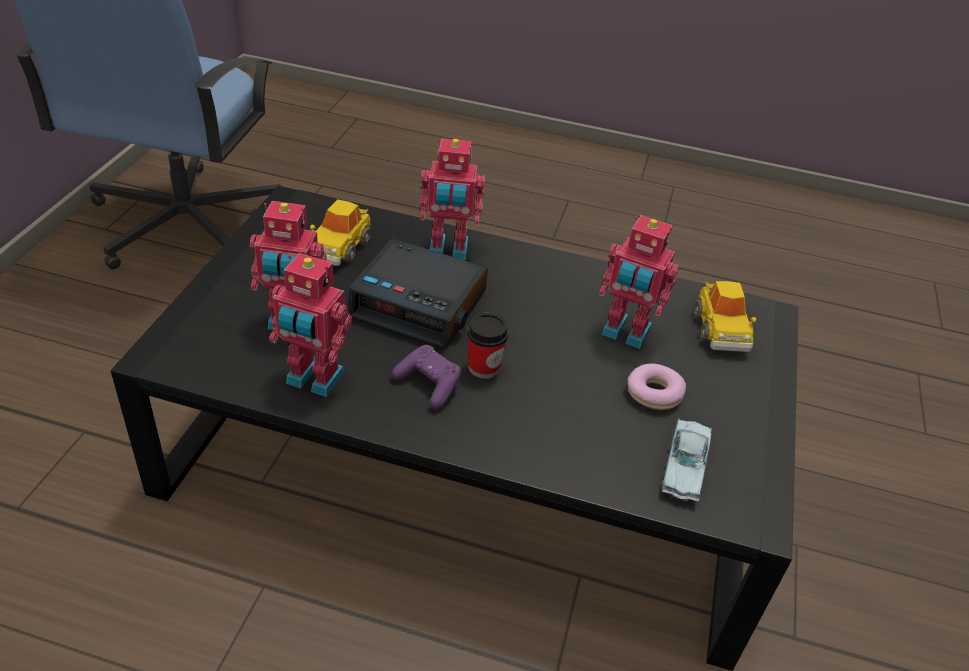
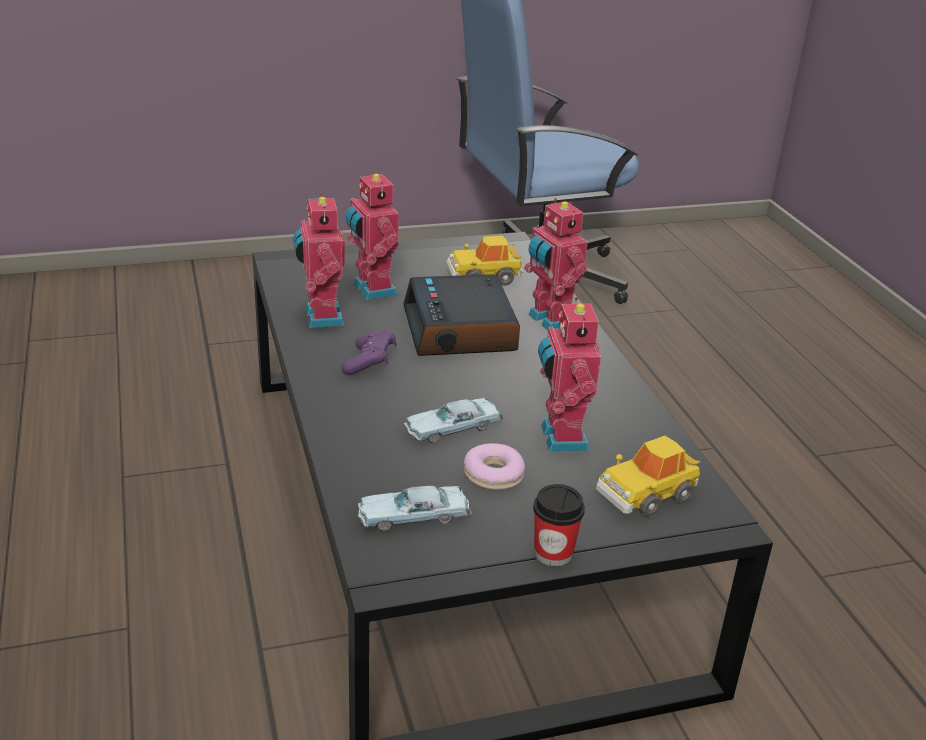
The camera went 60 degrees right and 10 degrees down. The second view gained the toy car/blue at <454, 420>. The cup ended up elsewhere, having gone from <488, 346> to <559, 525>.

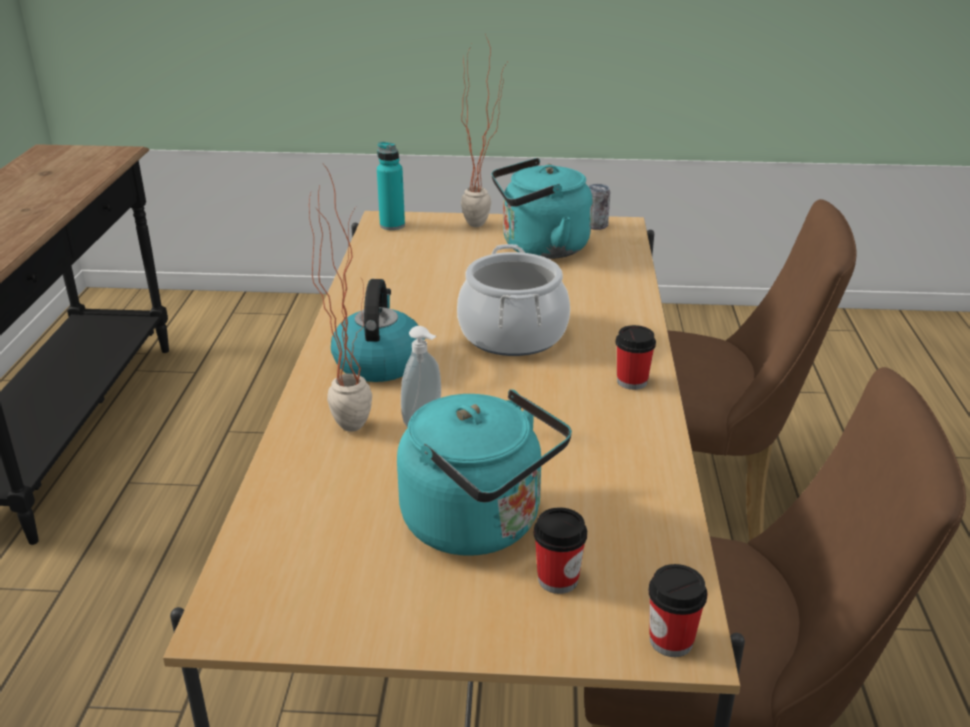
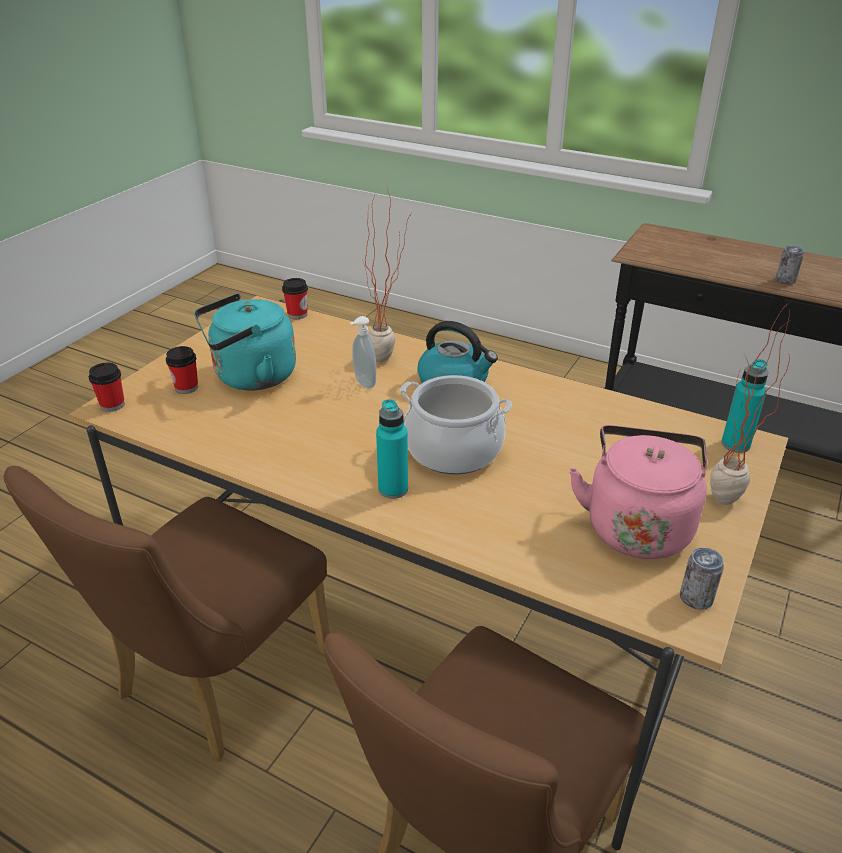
The camera went 115 degrees right and 5 degrees up. The second view gained the bottle/turquoise at <392, 449>. The second view gained the can at <789, 265>. The cup ended up elsewhere, having gone from <636, 357> to <295, 298>. What was the kettle/turquoise at <541, 208> turned into the kettle/pink at <638, 492>.

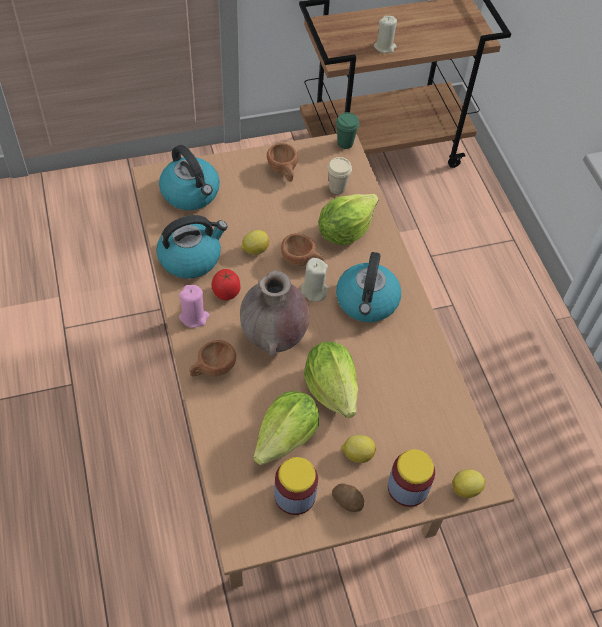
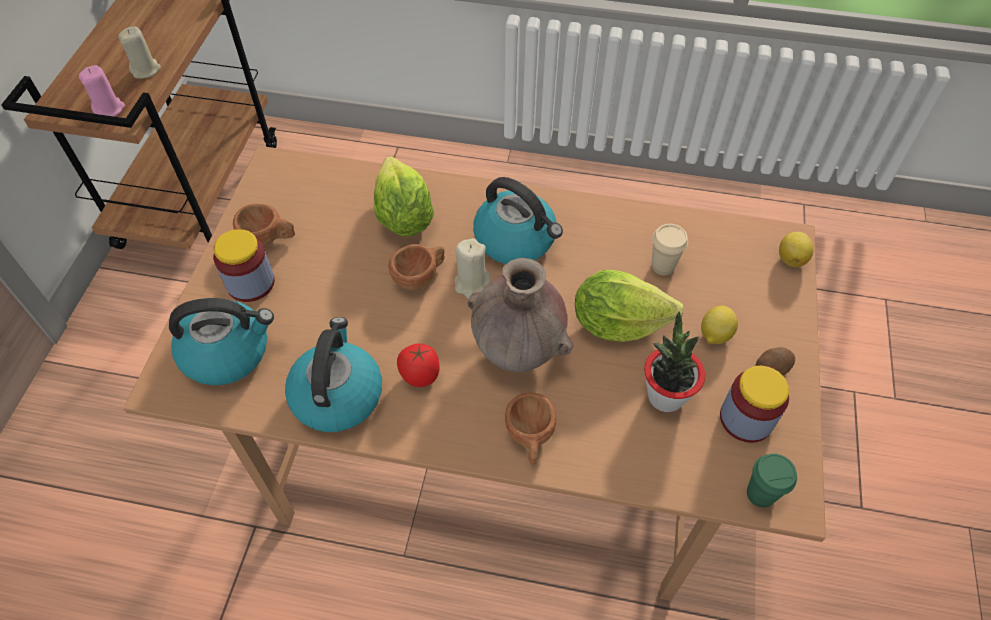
The camera went 60 degrees left and 0 degrees up. The second view lost the lemon at <255, 242>. The candle/pink ended up elsewhere, having gone from <194, 306> to <102, 91>. The cup/beige ended up elsewhere, having gone from <339, 175> to <669, 249>. The cup/green ended up elsewhere, having gone from <347, 130> to <772, 480>. The jar ended up elsewhere, having gone from <411, 478> to <244, 265>. Where the lettuce stood at <286, 428>, the potted plant came to stand at <674, 362>.

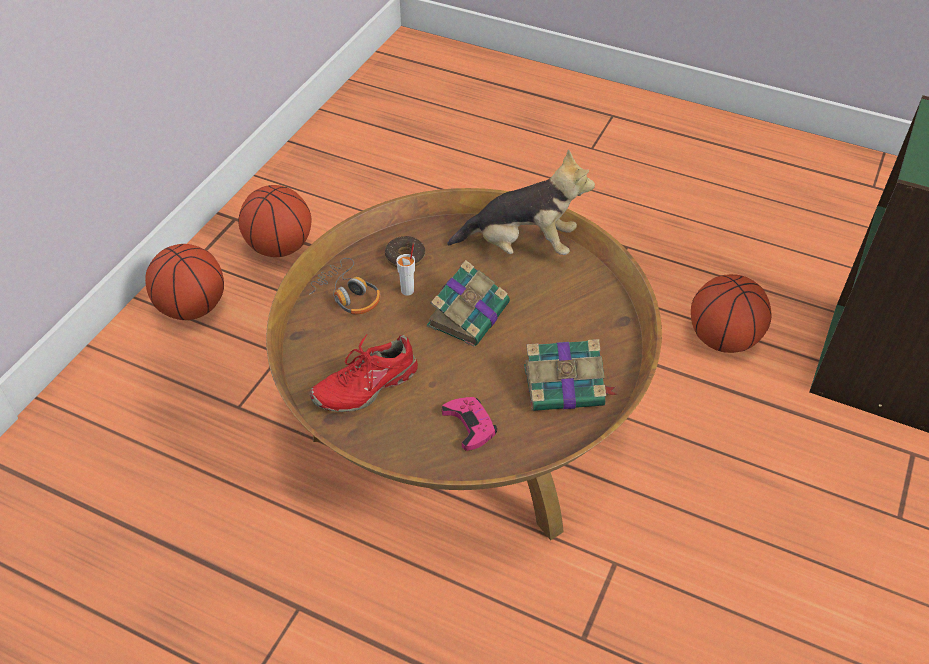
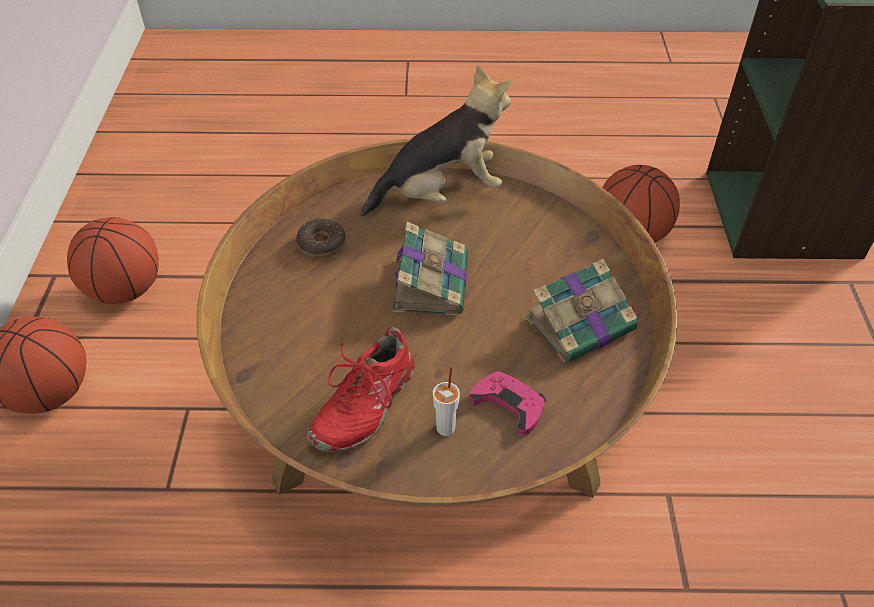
The camera went 25 degrees left and 0 degrees up. The second view lost the headphones at <345, 286>. The cup/white ended up elsewhere, having gone from <405, 270> to <446, 401>.

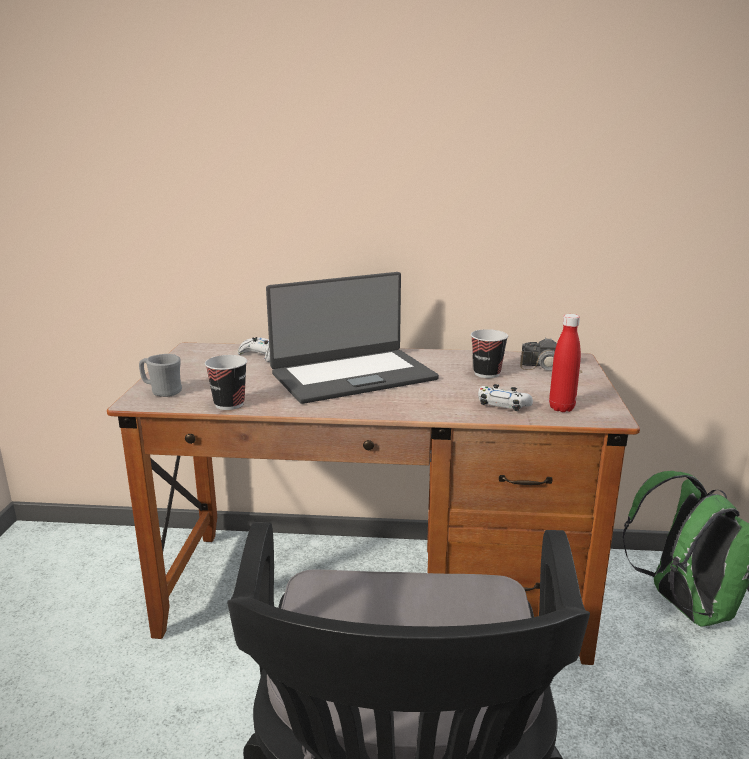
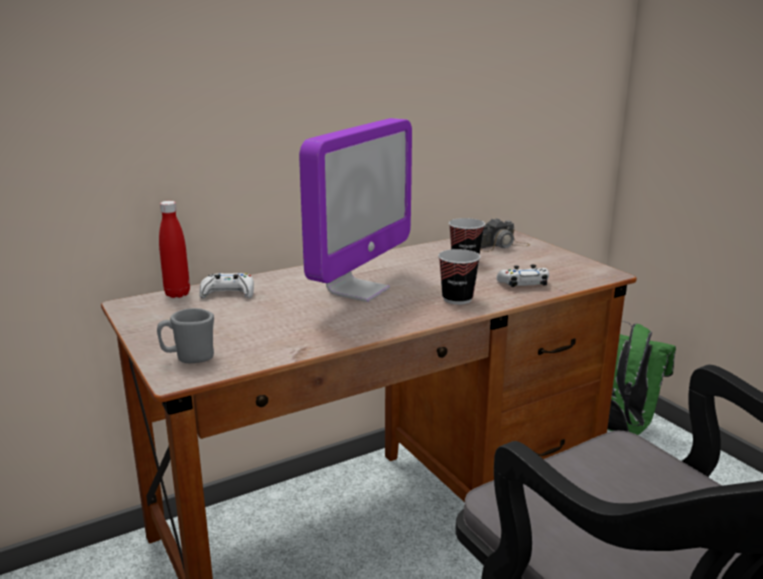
The camera went 35 degrees left and 0 degrees up. The cup ended up elsewhere, having gone from <226, 382> to <459, 277>. The bottle/red ended up elsewhere, having gone from <565, 363> to <174, 249>. Where the laptop stood at <352, 338>, the monitor came to stand at <355, 210>.

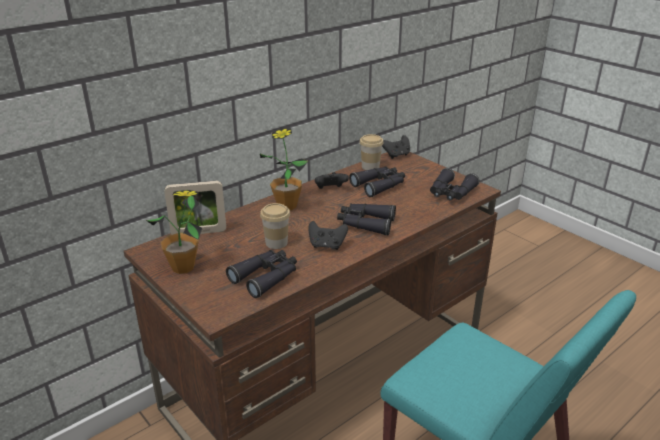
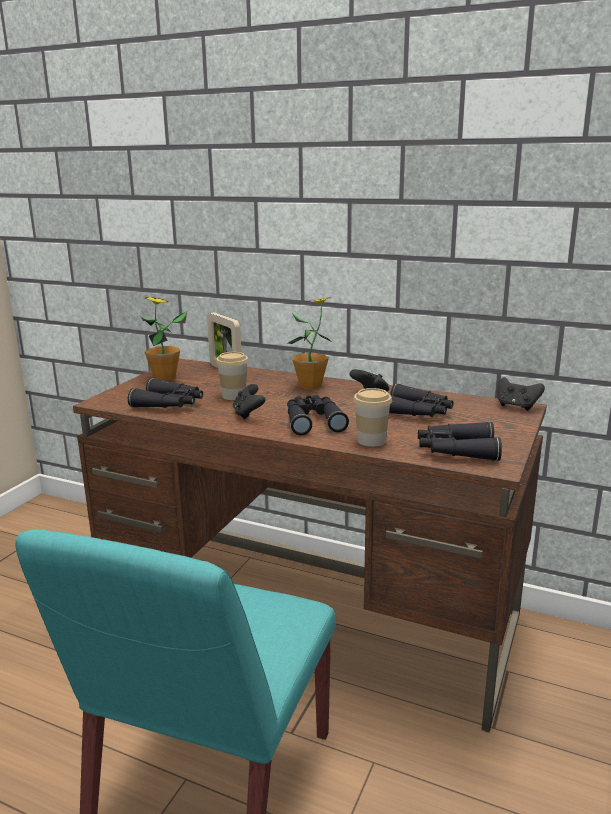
The camera went 65 degrees right and 10 degrees down. The cup ended up elsewhere, having gone from <371, 152> to <372, 417>.

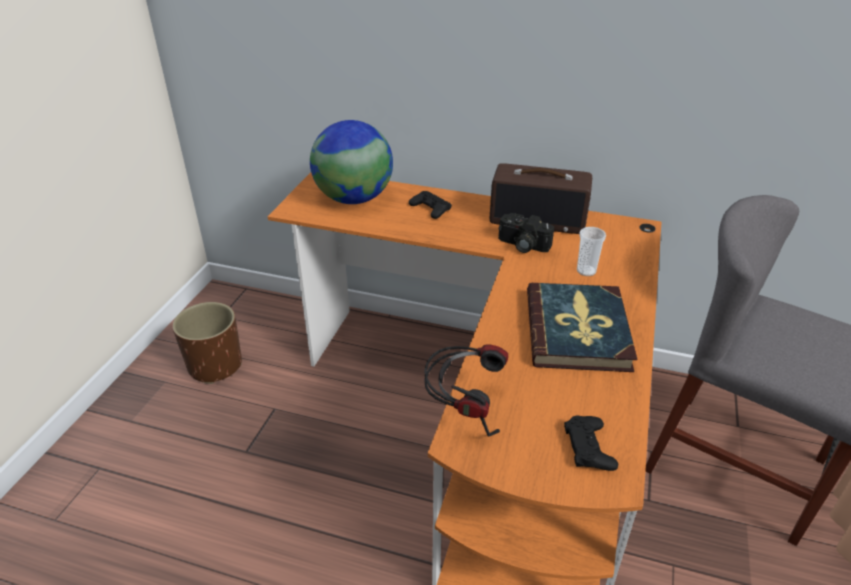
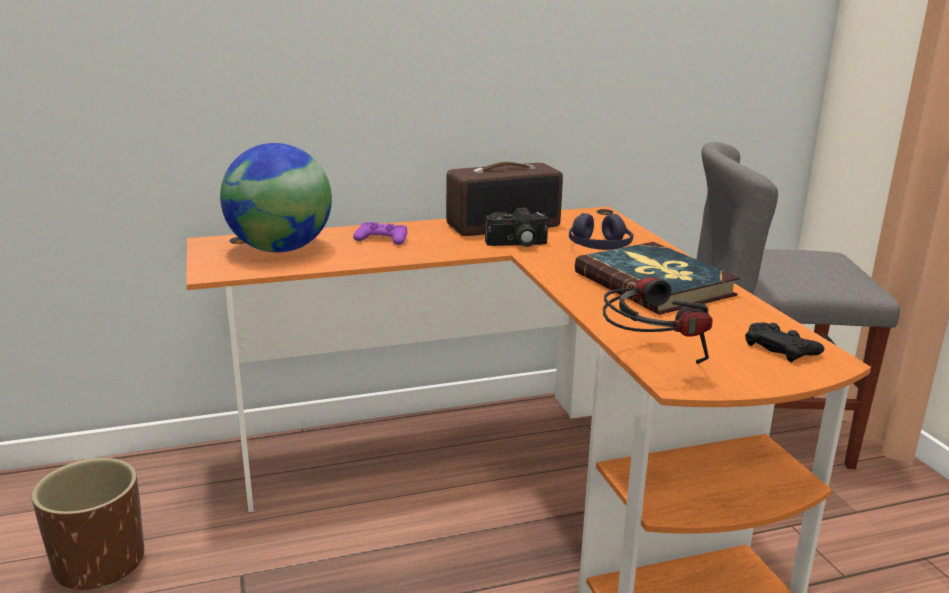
The camera went 35 degrees left and 15 degrees down. Where the cup stood at <591, 251>, the headphones/purple came to stand at <601, 231>. What was the game controller/black at <430, 205> turned into the game controller/purple at <380, 233>.

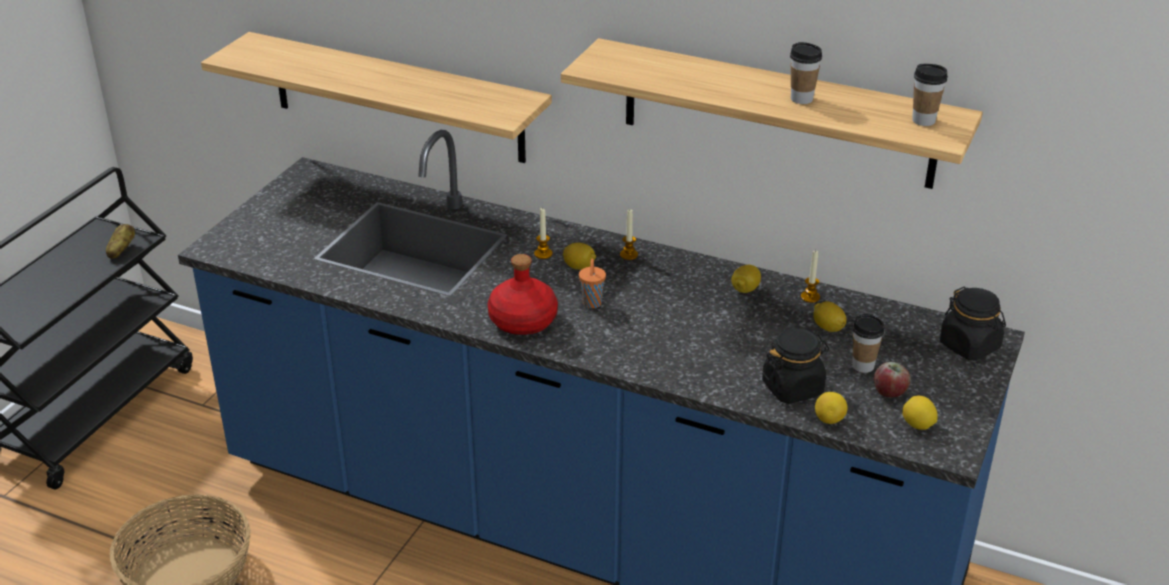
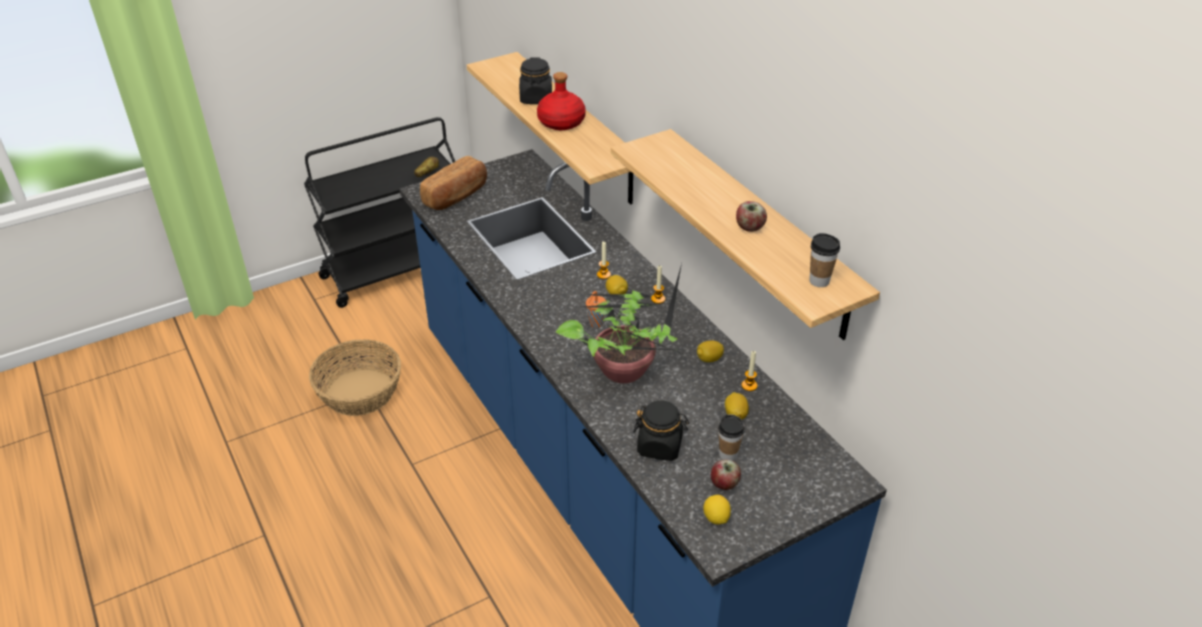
The camera went 35 degrees right and 5 degrees up. The second view lost the lemon at <831, 408>. The second view gained the bread at <453, 183>. The second view gained the potted plant at <619, 323>. The bottle/red ended up elsewhere, having gone from <523, 294> to <561, 101>. The jar/black ended up elsewhere, having gone from <973, 323> to <535, 80>. Where the cup stood at <806, 73>, the apple came to stand at <751, 216>.

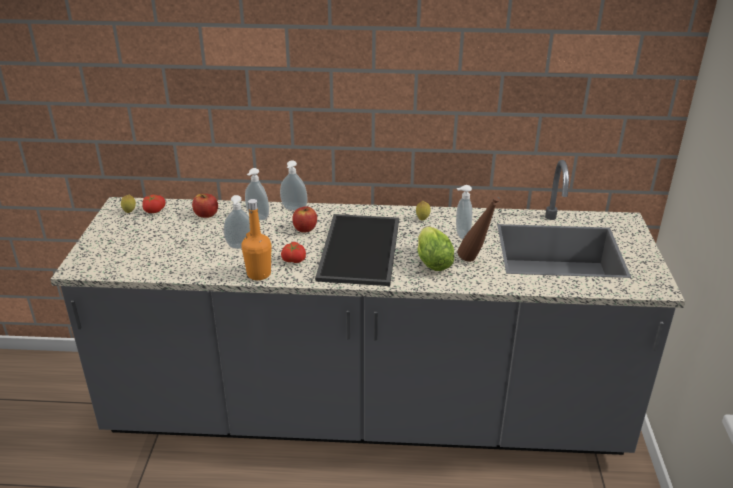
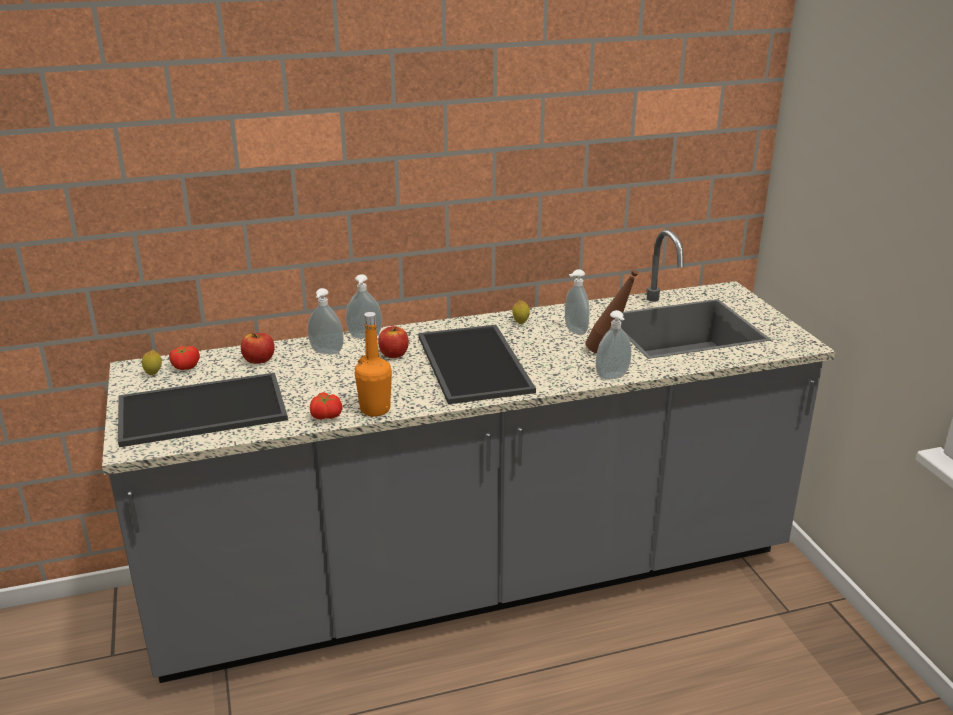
The camera went 20 degrees left and 5 degrees down. The second view lost the lettuce at <435, 248>. The second view gained the tray at <203, 410>. The soap dispenser ended up elsewhere, having gone from <237, 222> to <613, 345>. The tomato ended up elsewhere, having gone from <293, 252> to <326, 406>.

